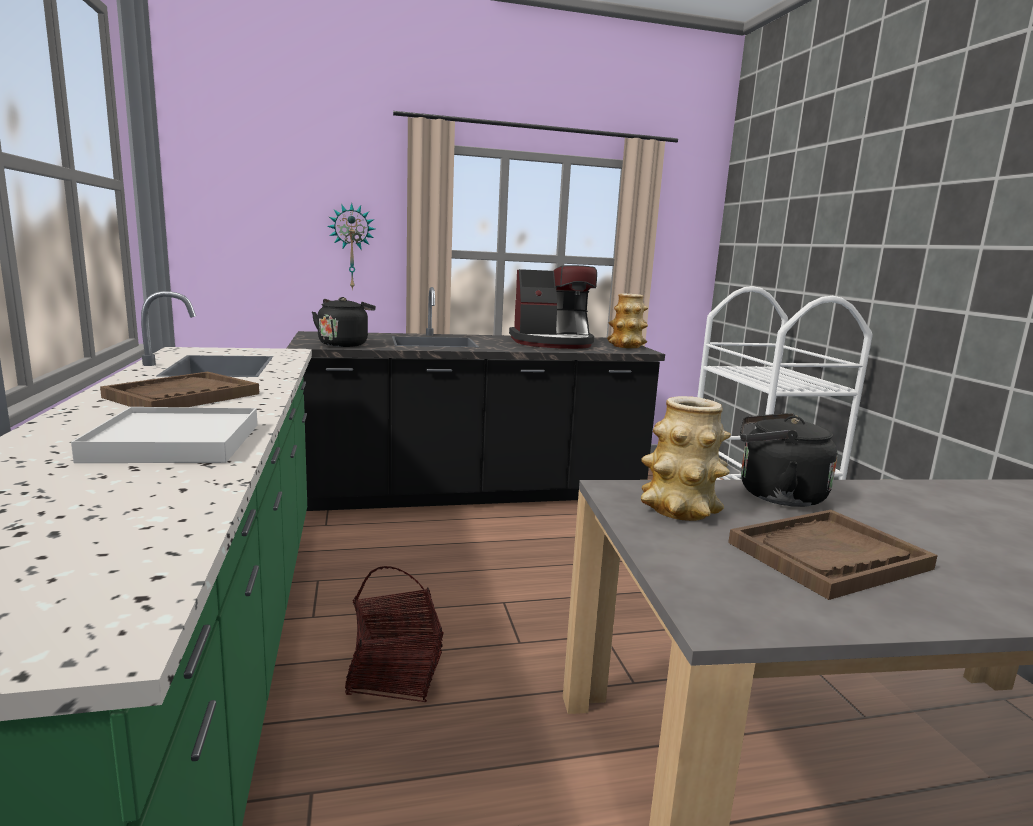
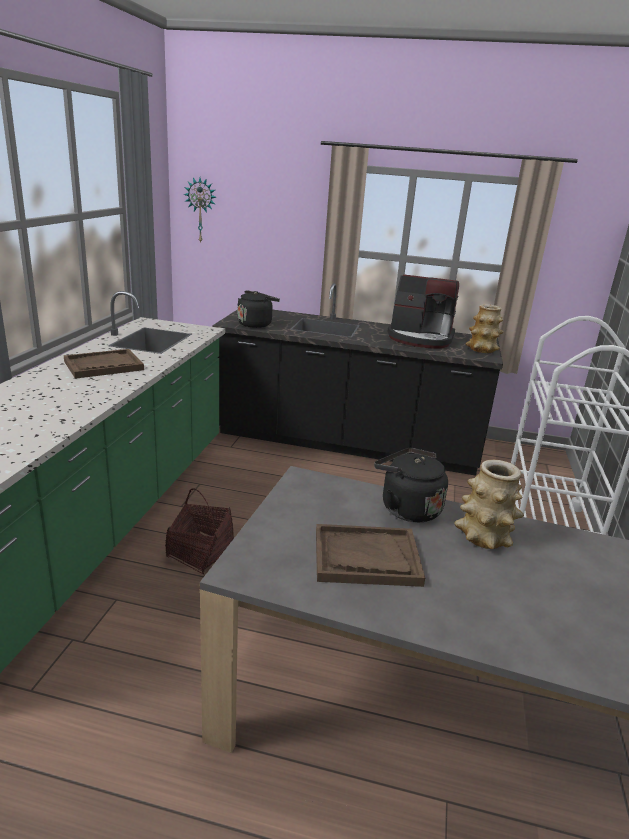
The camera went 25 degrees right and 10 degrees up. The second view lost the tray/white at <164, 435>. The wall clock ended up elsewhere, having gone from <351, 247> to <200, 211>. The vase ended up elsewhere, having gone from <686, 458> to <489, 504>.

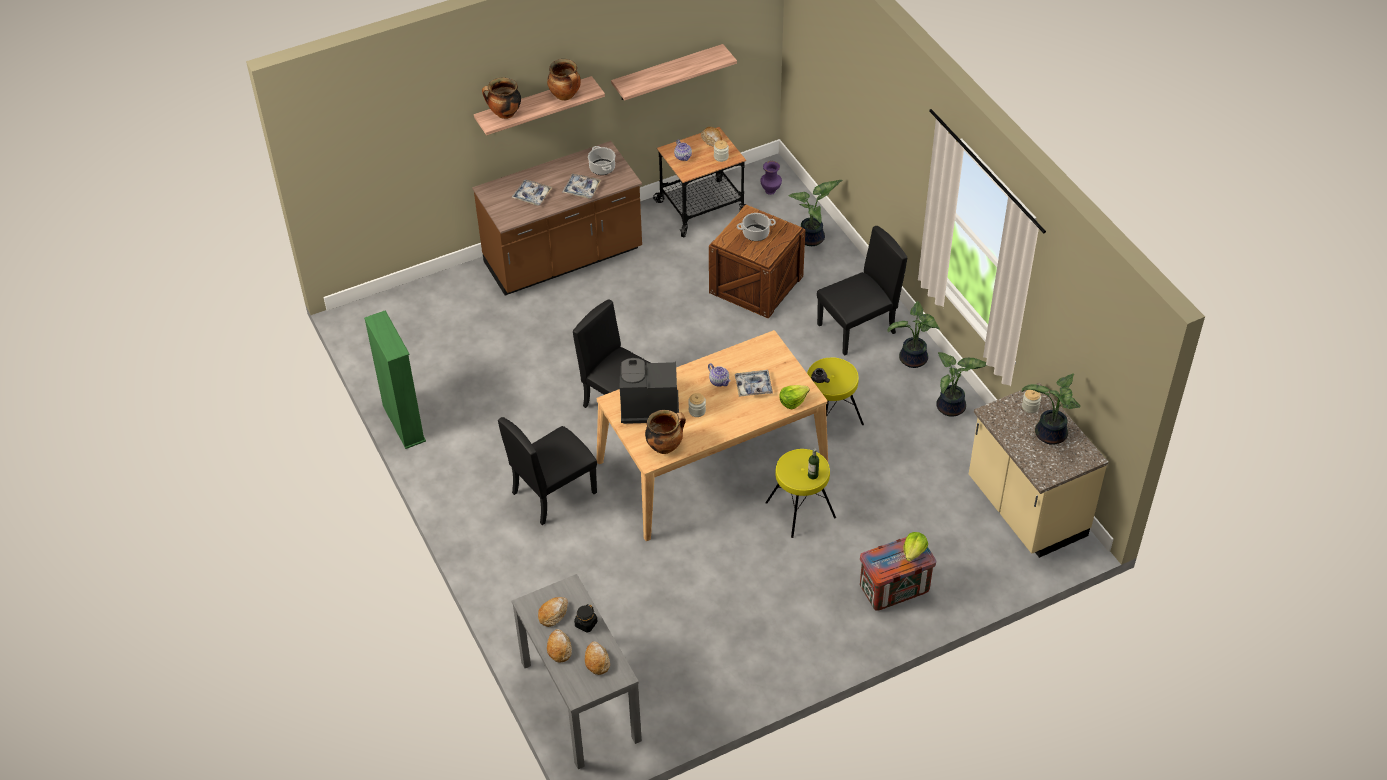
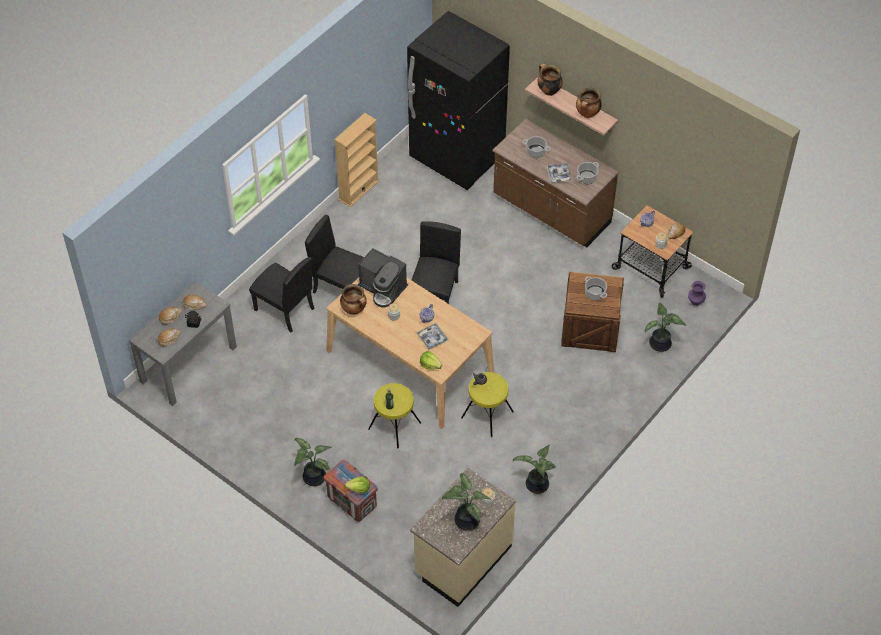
The camera went 65 degrees right and 5 degrees up. The second view lost the shelf at <674, 72>. The second view gained the fridge/black at <458, 100>. The chair/black ended up elsewhere, having gone from <862, 291> to <281, 294>. The potted plant ended up elsewhere, having gone from <913, 334> to <313, 462>. Where the tray stood at <532, 192>, the cooking pot came to stand at <536, 147>. What was the bookcase/green at <395, 379> turned into the bookcase/beige at <356, 160>. The coffee machine at <649, 391> ended up facing another way, 150 degrees clockwise from before.

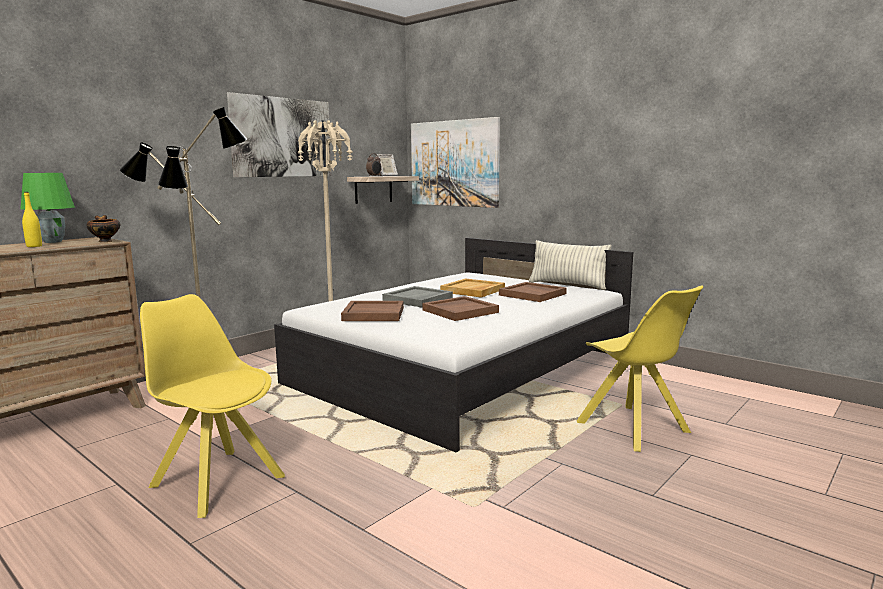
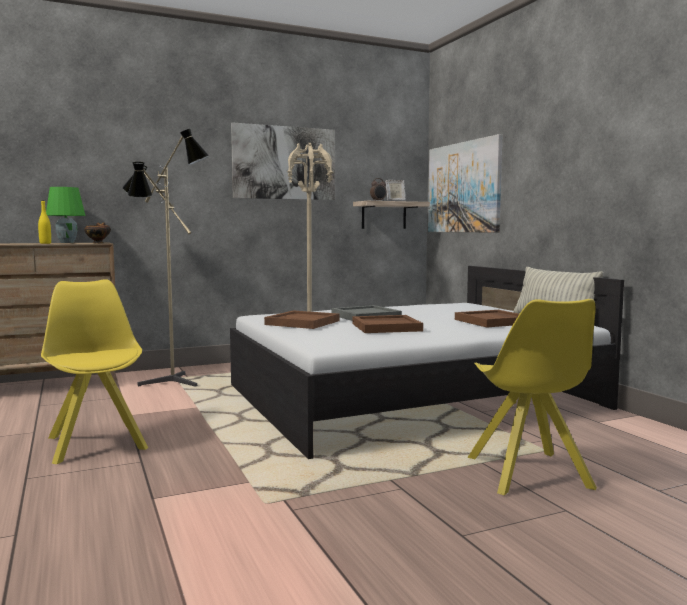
The camera went 25 degrees right and 5 degrees down. The second view lost the tray/beige at <472, 288>.

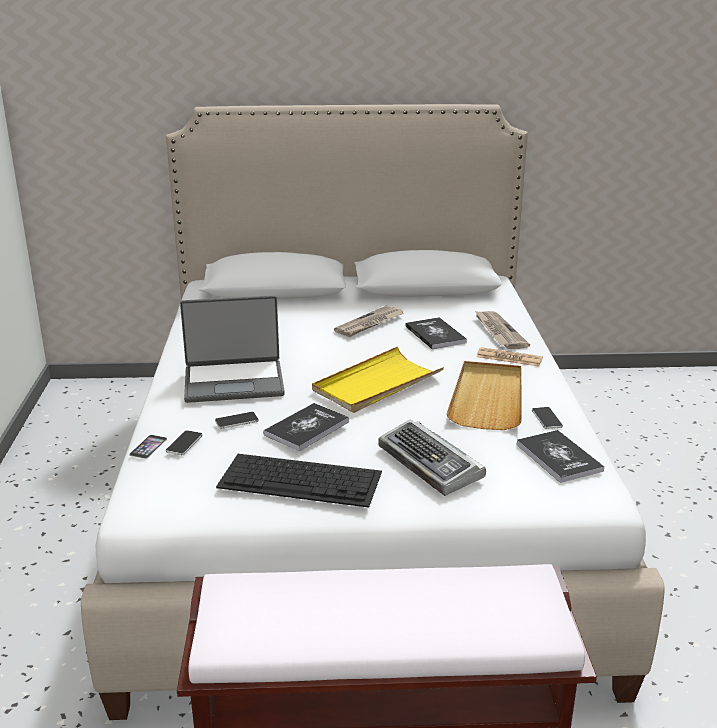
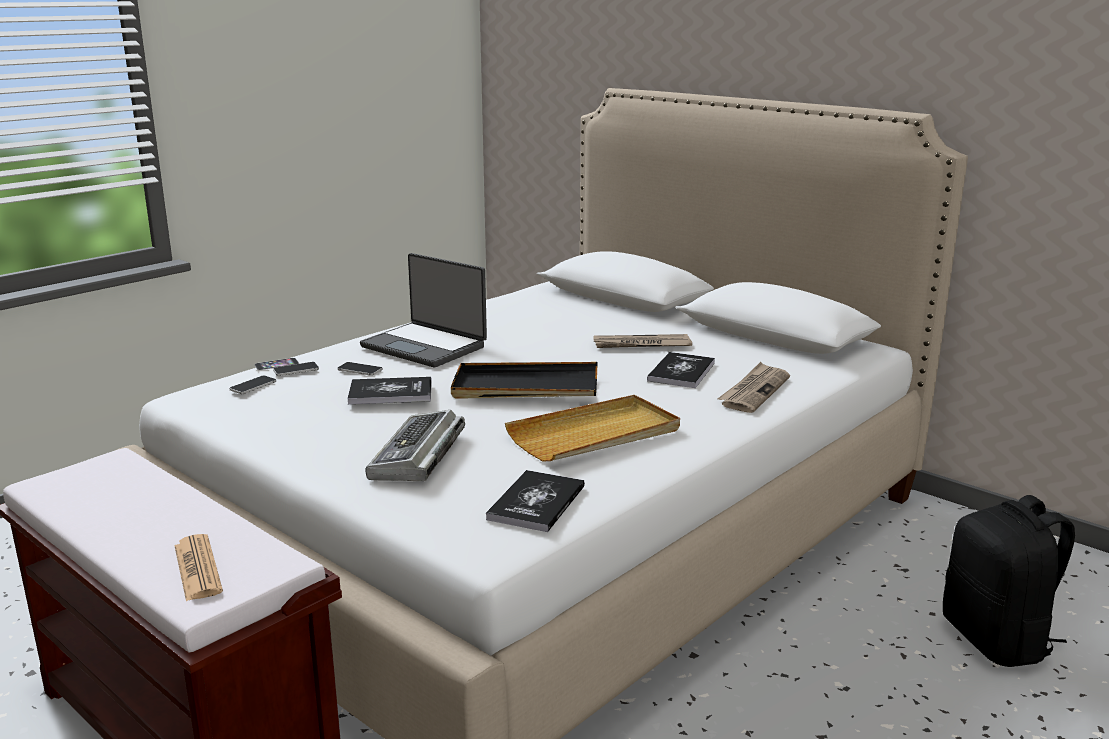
The camera went 45 degrees right and 5 degrees down. The second view lost the keyboard at <299, 481>. The second view gained the backpack/black at <1009, 581>. The newspaper ended up elsewhere, having gone from <510, 357> to <198, 567>. The phone ended up elsewhere, having gone from <547, 418> to <252, 385>. What was the tray/yellow at <378, 379> turned into the tray/black at <524, 380>.

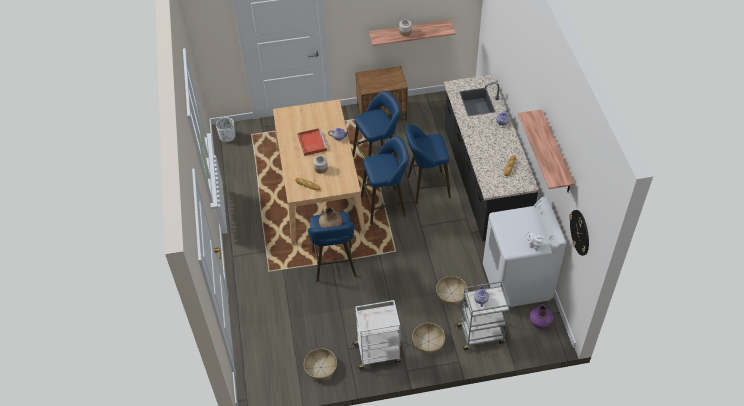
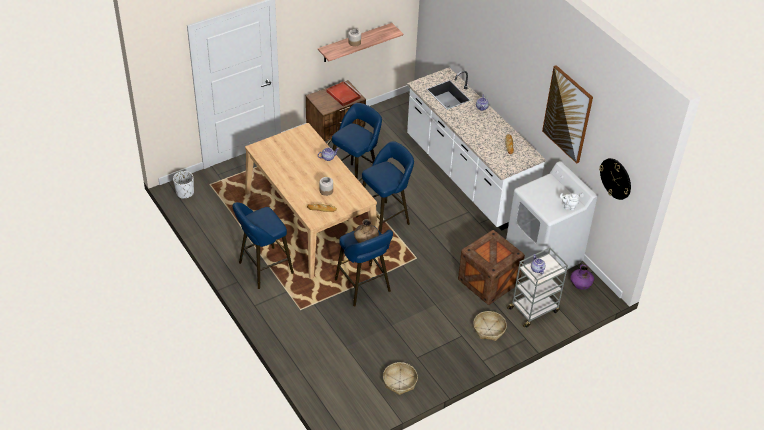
The camera went 25 degrees left and 5 degrees down. The second view lost the cart/white at <376, 334>. The tray/red ended up elsewhere, having gone from <312, 142> to <344, 93>. The stool/blue ended up elsewhere, having gone from <428, 164> to <263, 245>. Where the basket stood at <452, 290>, the crate came to stand at <491, 267>. Where the shelf hung at <546, 150>, the picture came to hang at <567, 114>. What was the counter/black at <491, 158> turned into the counter/white at <476, 149>.

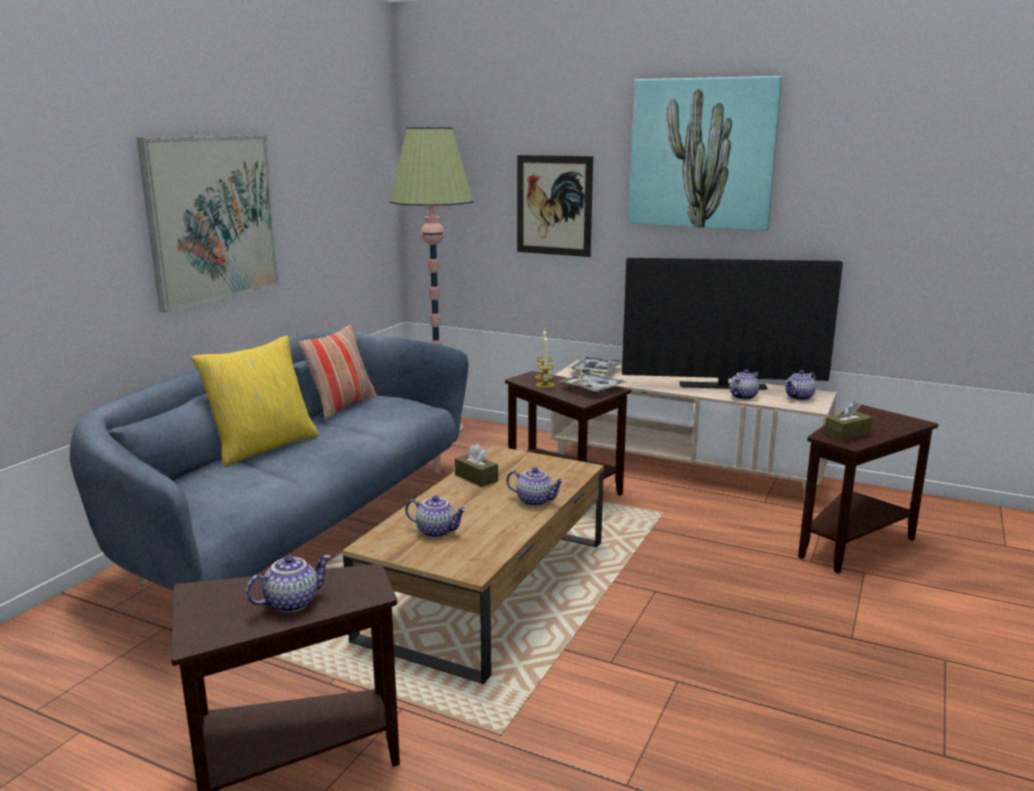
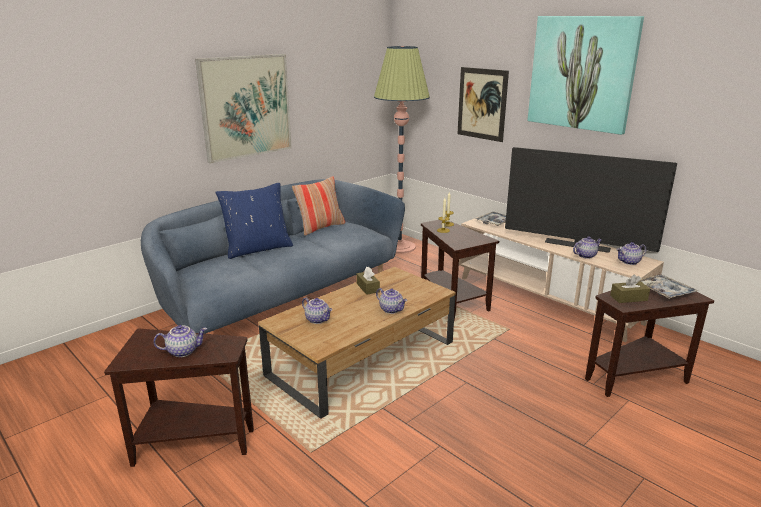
The camera went 20 degrees right and 5 degrees up. The tray ended up elsewhere, having gone from <593, 382> to <668, 287>. What was the pillow/yellow at <255, 401> turned into the pillow/blue at <254, 220>.

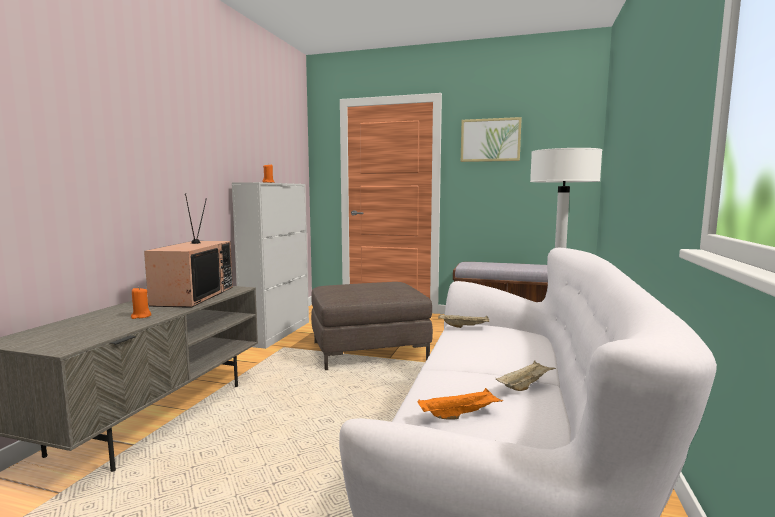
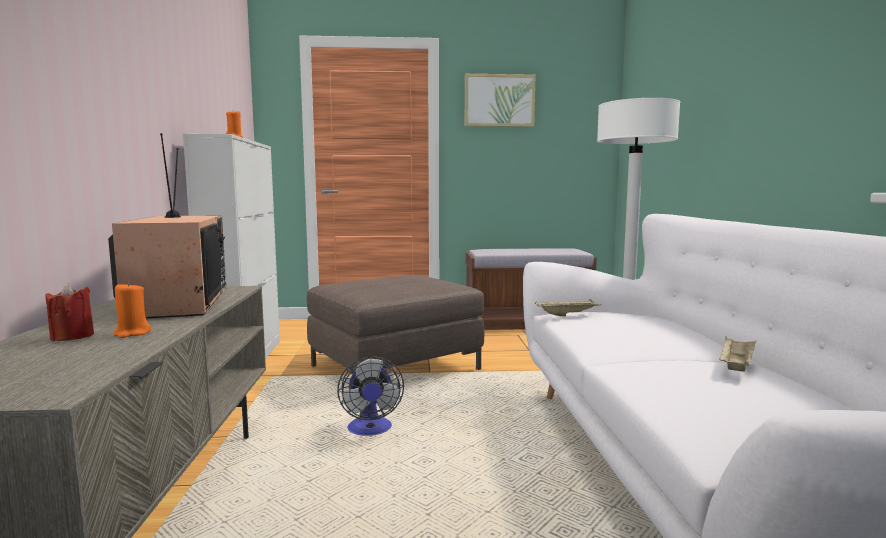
The camera went 20 degrees left and 0 degrees up. The second view lost the tray/orange at <460, 404>. The second view gained the candle/red at <69, 312>. The second view gained the fan at <370, 396>.

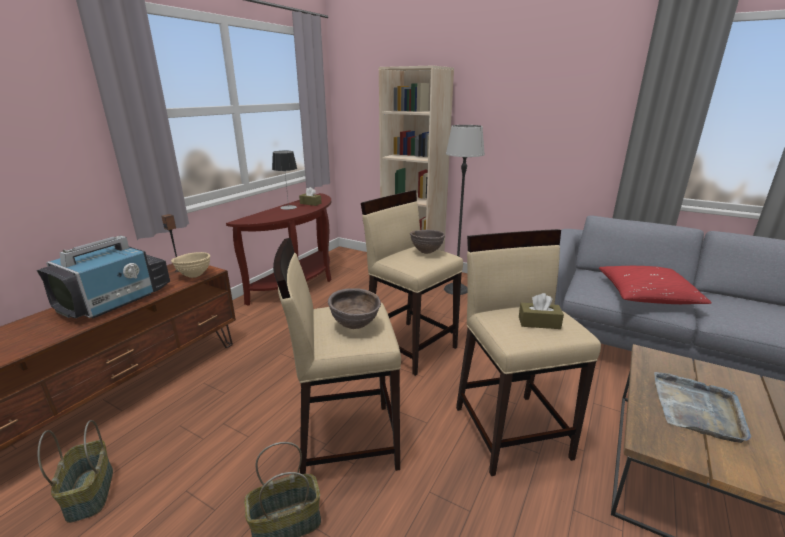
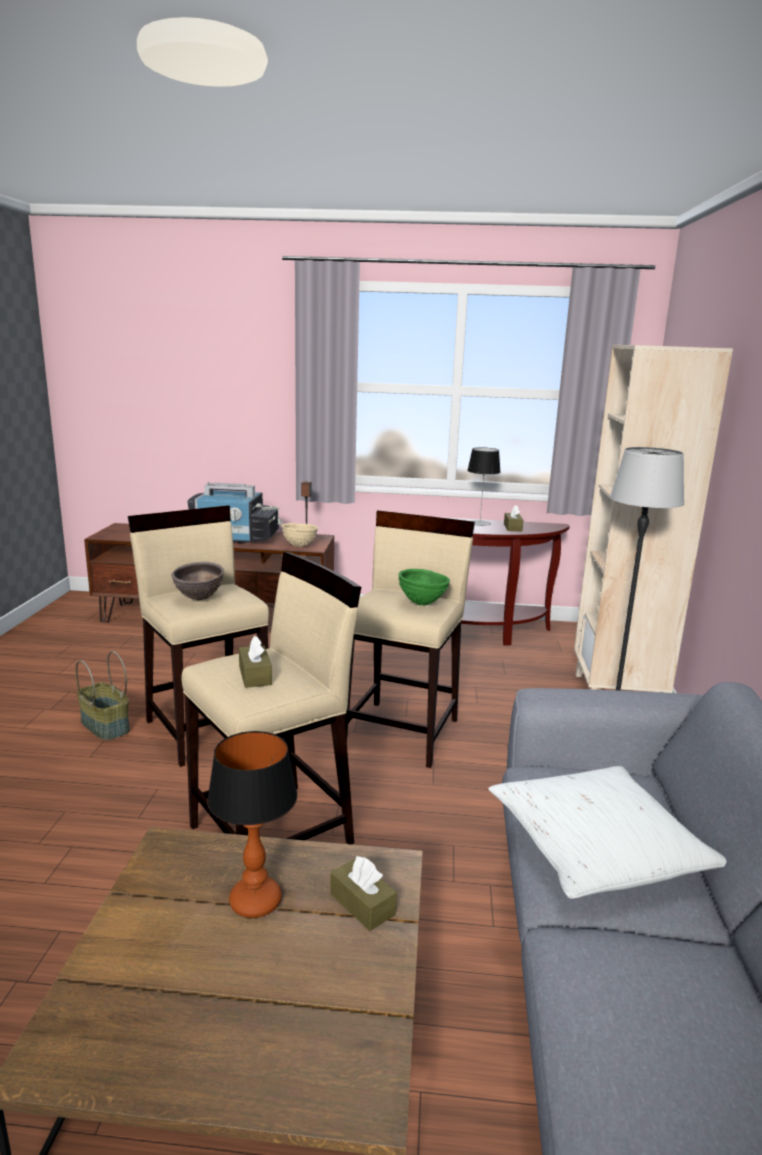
The camera went 65 degrees right and 5 degrees down. The second view lost the basket at <75, 471>. The second view gained the tissue box/brown at <363, 893>. Where the tray/grey stood at <703, 407>, the table lamp came to stand at <252, 824>. What was the bowl/brown at <427, 242> turned into the bowl/green at <424, 587>. What was the pillow/red at <655, 285> turned into the pillow/white at <607, 832>.

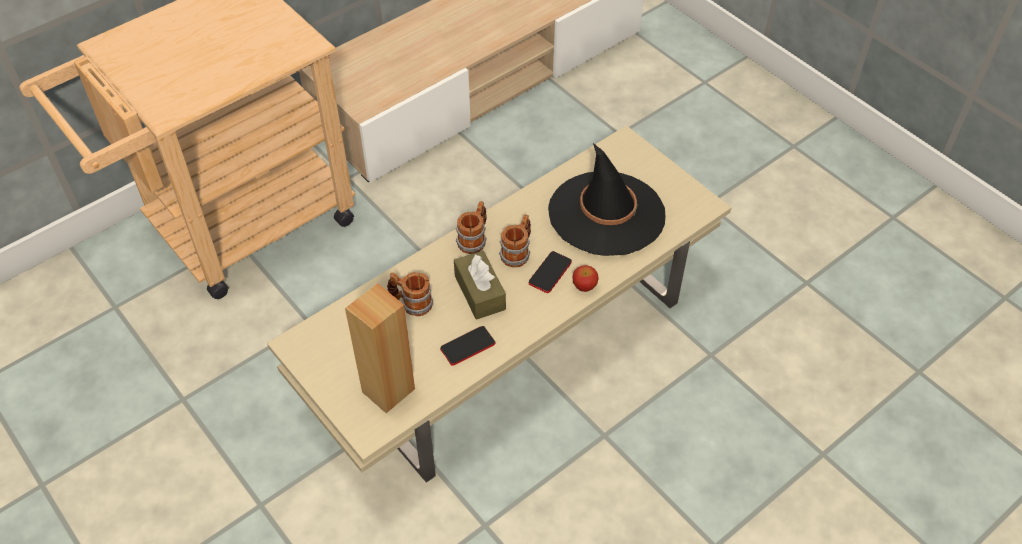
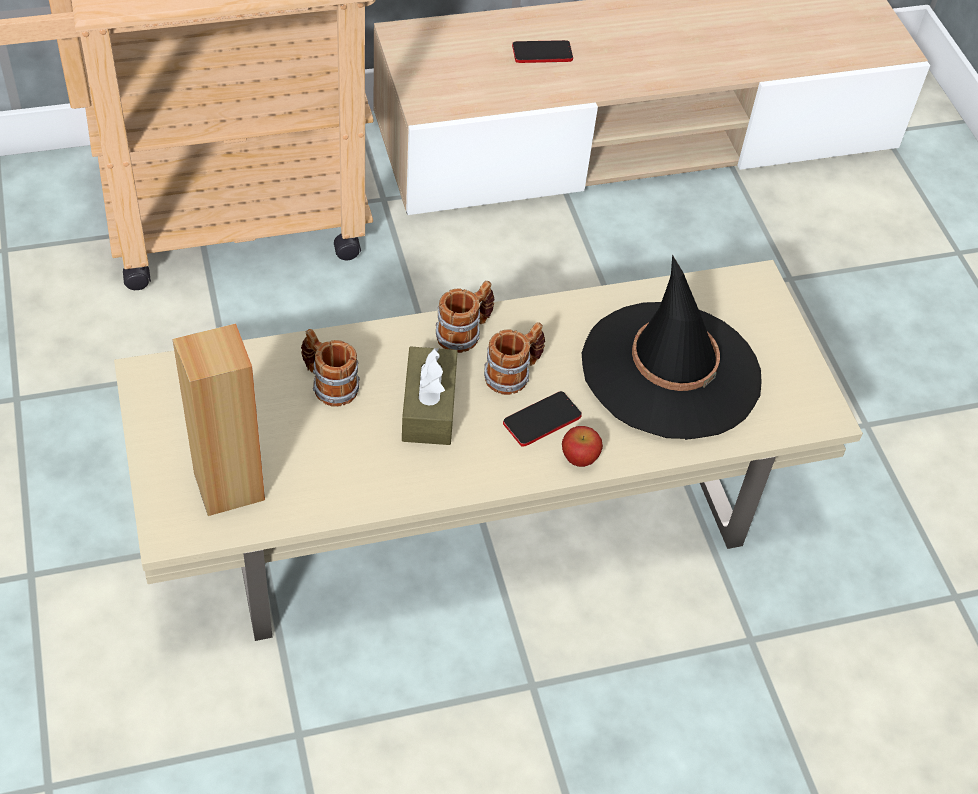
The camera went 20 degrees right and 0 degrees up. The phone ended up elsewhere, having gone from <467, 346> to <542, 51>.

